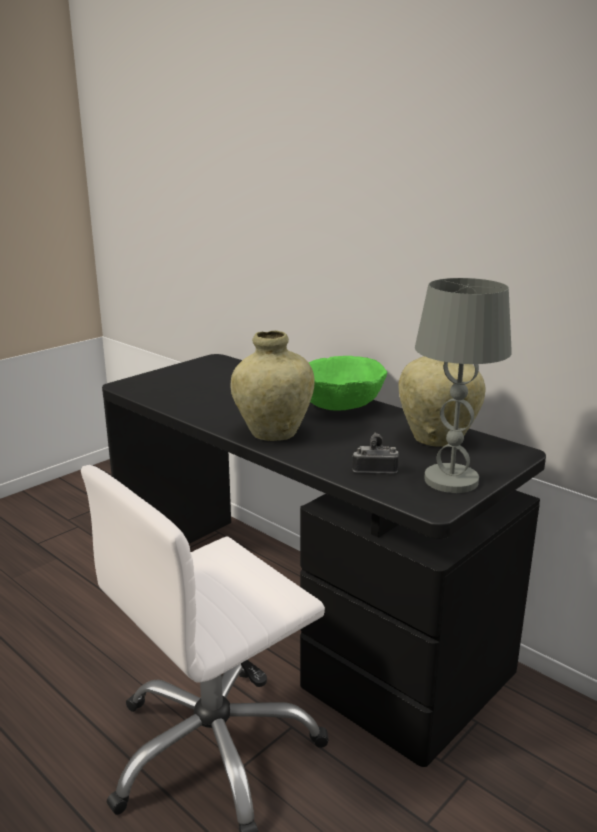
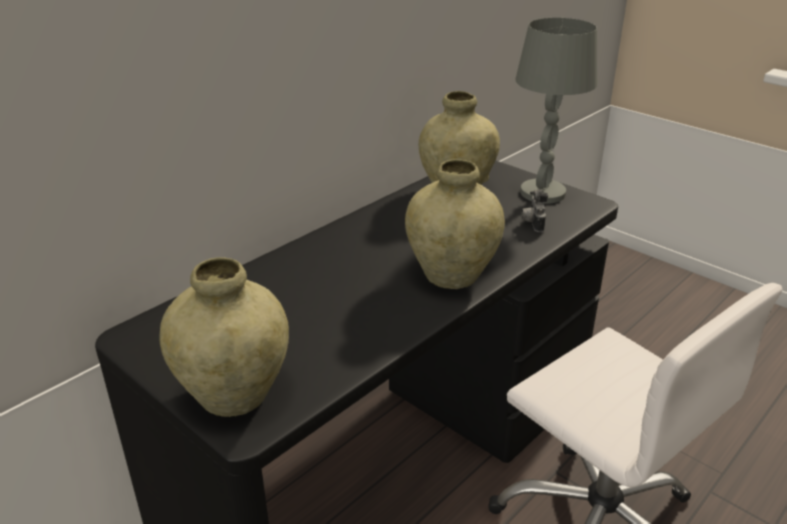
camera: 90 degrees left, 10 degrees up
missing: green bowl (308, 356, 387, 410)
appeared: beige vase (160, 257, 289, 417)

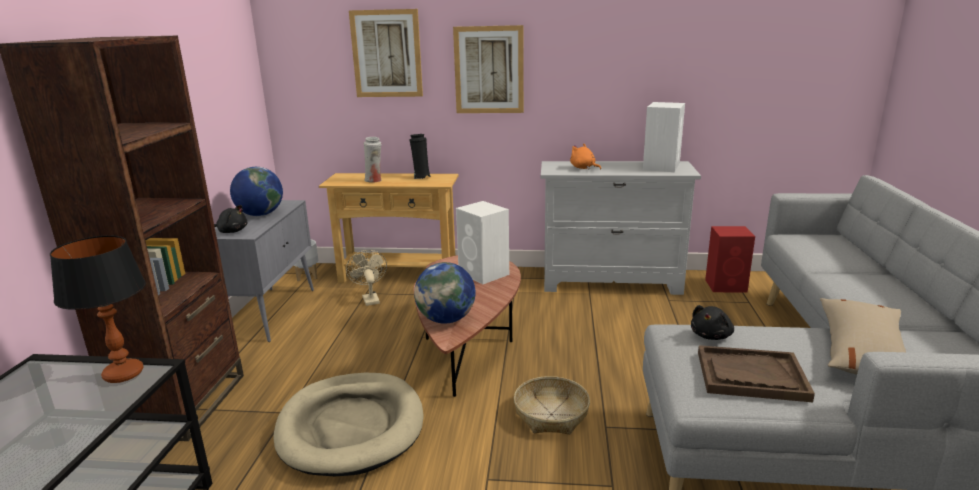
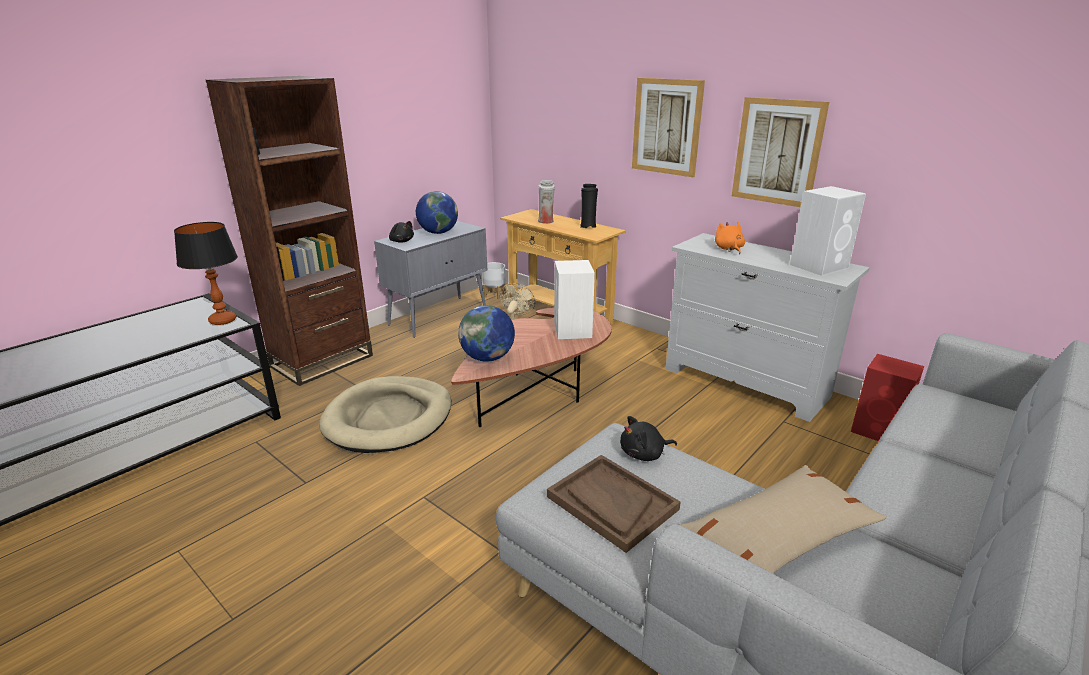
camera: 35 degrees right, 5 degrees up
missing: basket (514, 376, 590, 435)
relocated: picture (349, 9, 423, 97) to (732, 97, 829, 207)

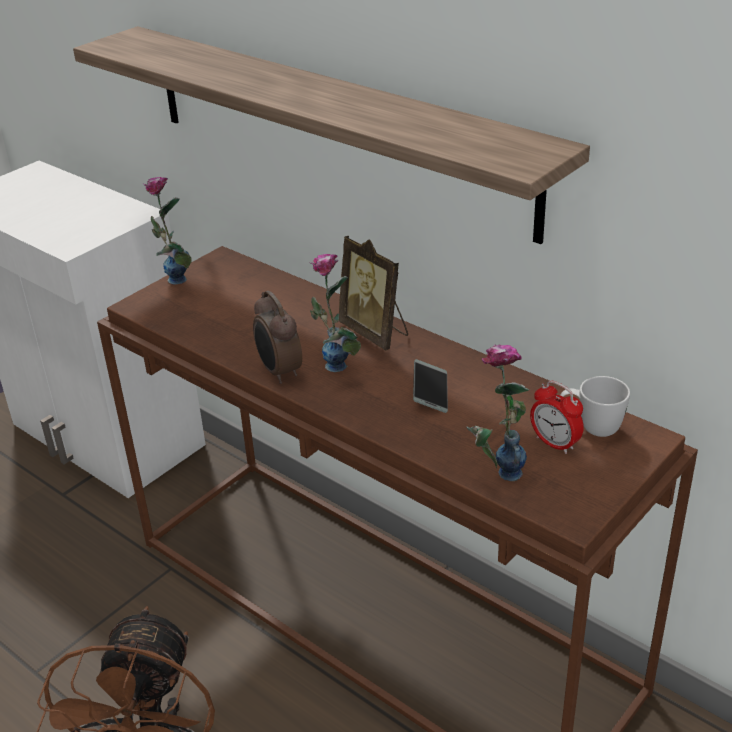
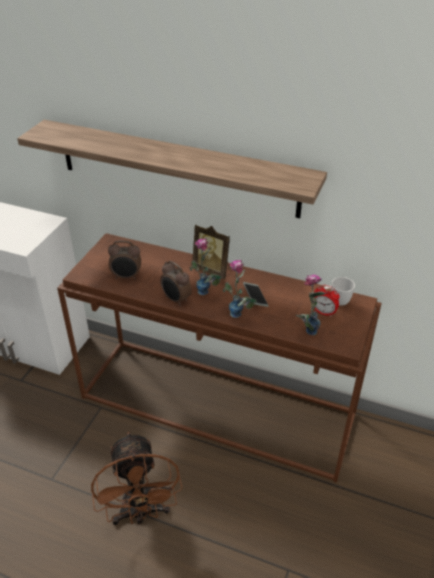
camera: 20 degrees left, 5 degrees up
appeared: alarm clock (108, 241, 141, 280)
relocated: vase (143, 177, 192, 285) to (223, 260, 257, 318)

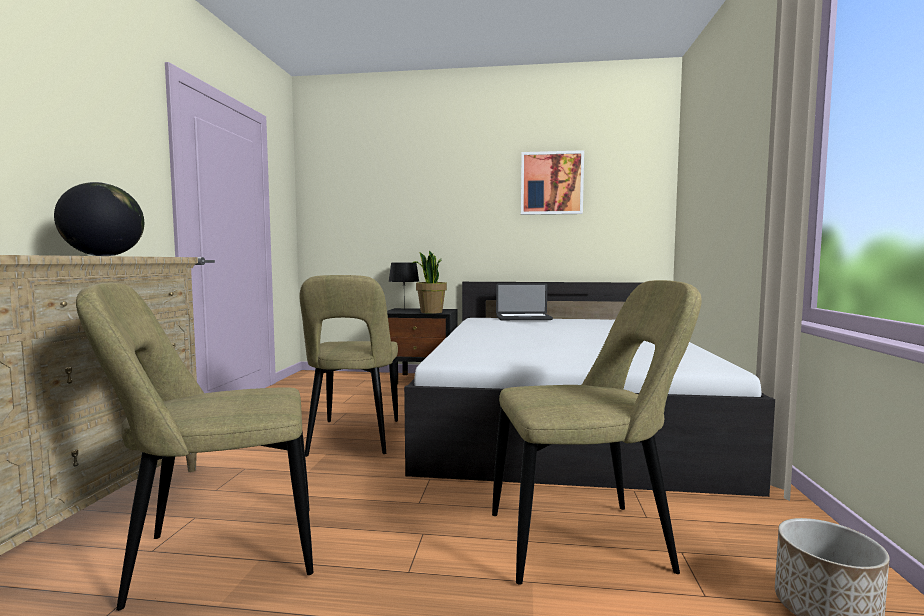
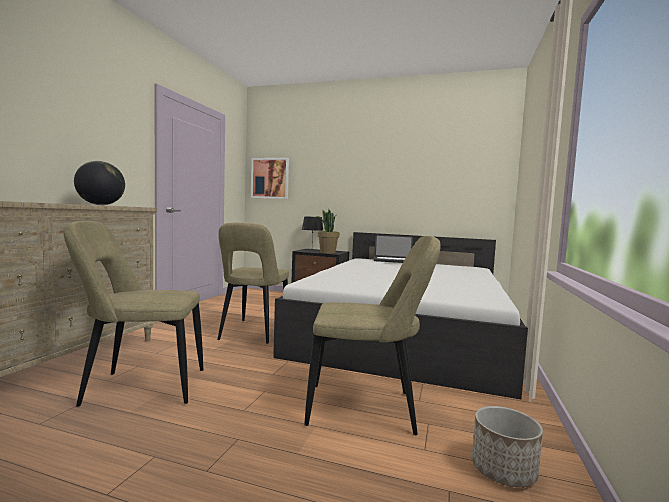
camera: 10 degrees right, 0 degrees up
relocated: picture (521, 150, 584, 215) to (251, 158, 289, 199)

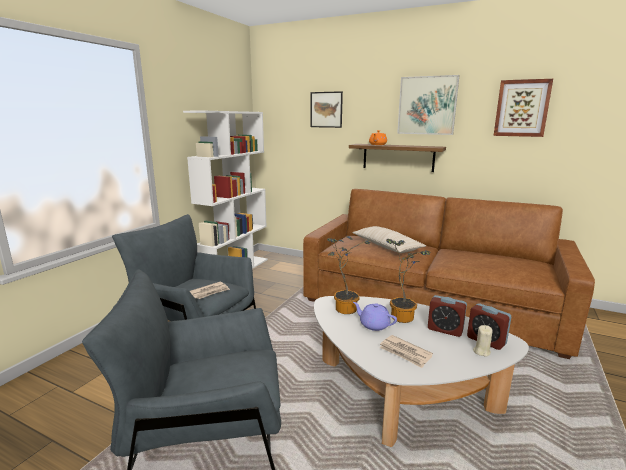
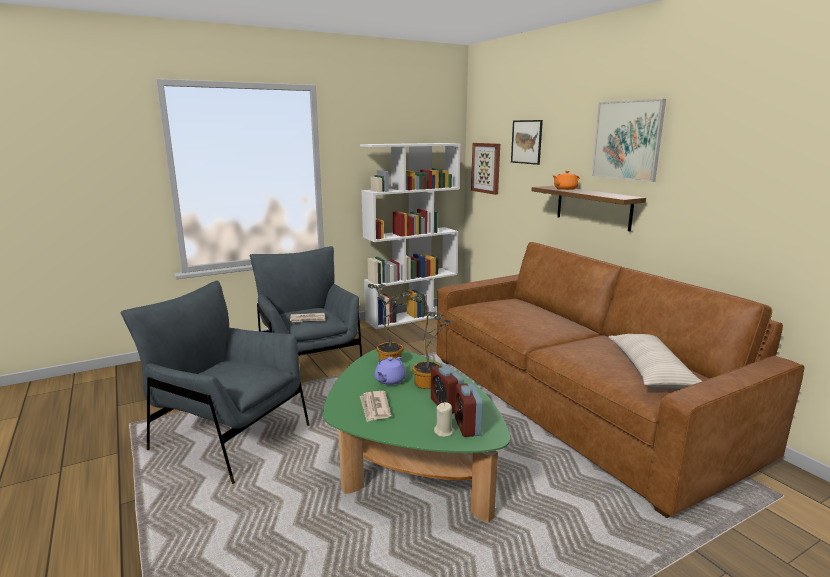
camera: 35 degrees right, 0 degrees up
relocated: beige pillow (352, 226, 426, 253) to (608, 334, 702, 389); picture (494, 79, 553, 137) to (471, 143, 500, 195)
colour: white coffee table (314, 296, 529, 447) to green coffee table (323, 349, 510, 522)
spun: purple teapot (353, 302, 397, 331) = (375, 357, 406, 385) 135 degrees counterclockwise

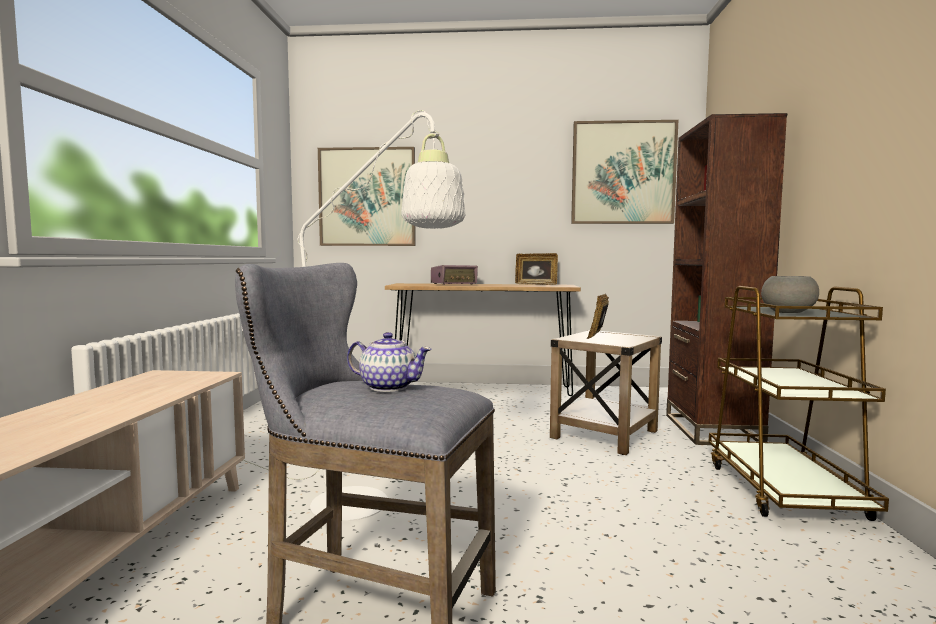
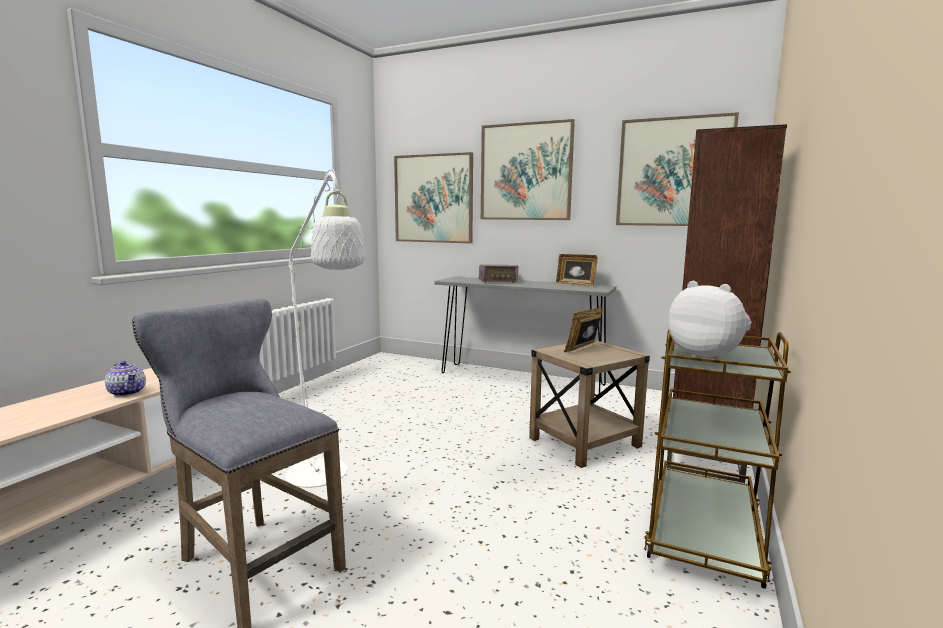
camera: 20 degrees right, 5 degrees up
appeared: picture (481, 119, 575, 220)
relocated: teapot (347, 332, 432, 392) to (105, 361, 146, 397)
exchanged: grey bowl (761, 276, 819, 313) to plush toy (668, 281, 752, 363)
colour: brown console table (385, 283, 581, 396) to grey console table (434, 276, 616, 396)

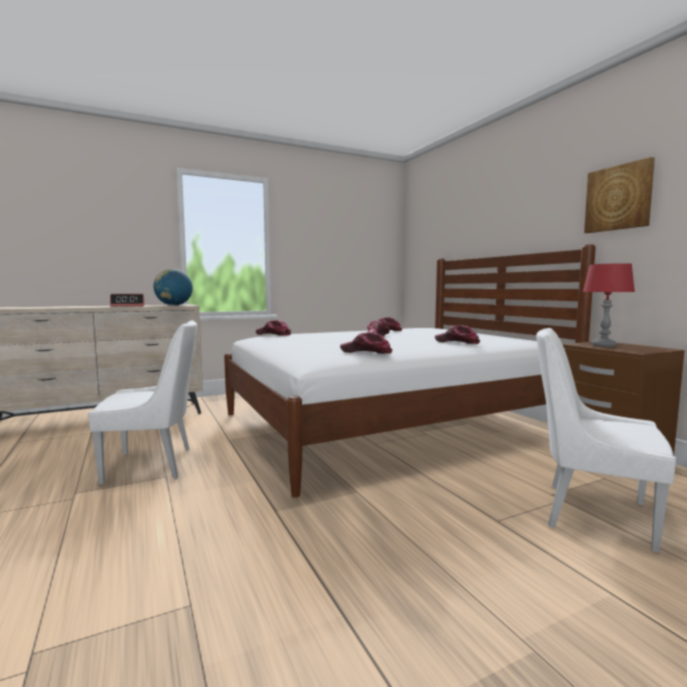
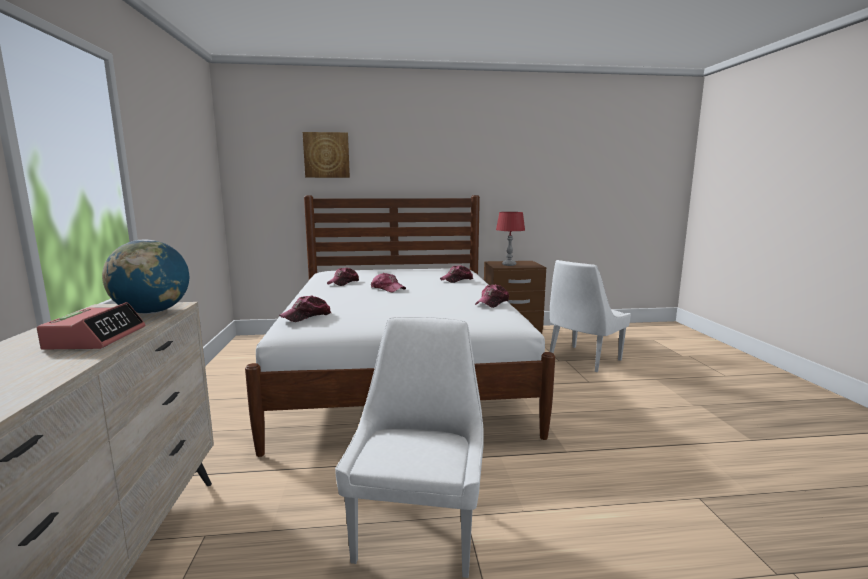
camera: 70 degrees left, 5 degrees up
relocated: picture (584, 157, 655, 233) to (303, 132, 350, 178)

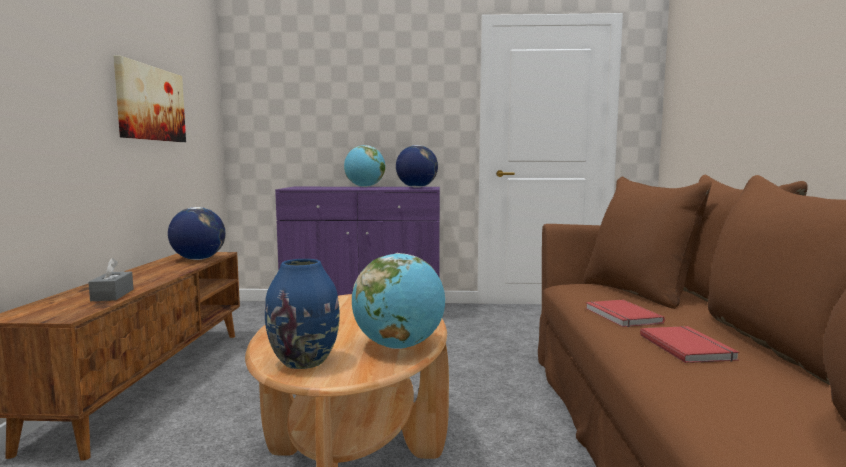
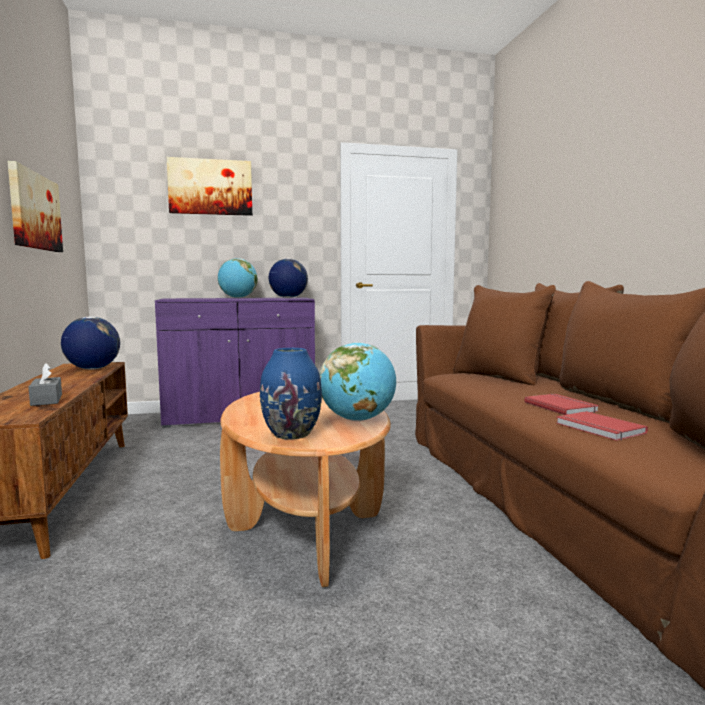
camera: 15 degrees left, 0 degrees up
appeared: picture (167, 157, 252, 216)
relocated: red book (585, 300, 665, 327) to (556, 411, 648, 441)

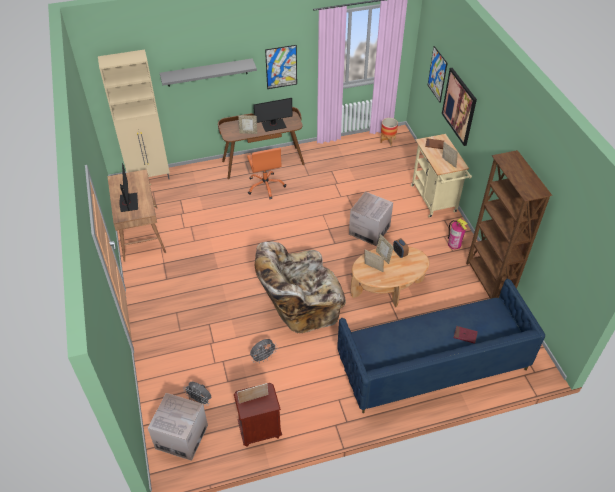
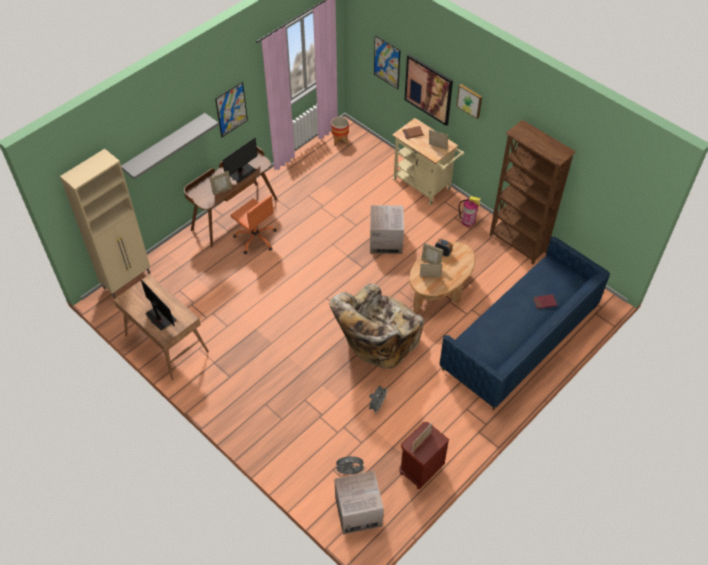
camera: 30 degrees left, 5 degrees up
appeared: picture (456, 84, 482, 119)

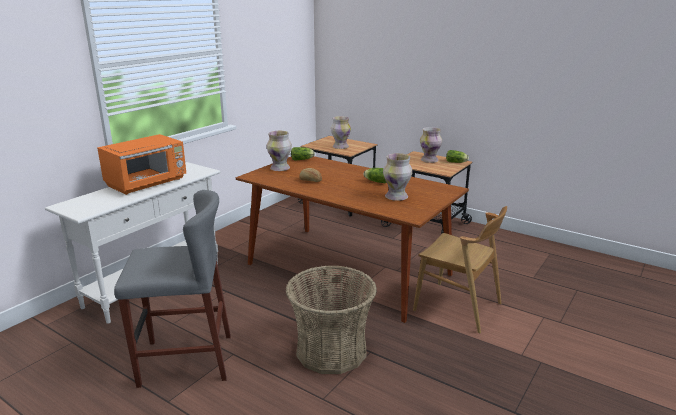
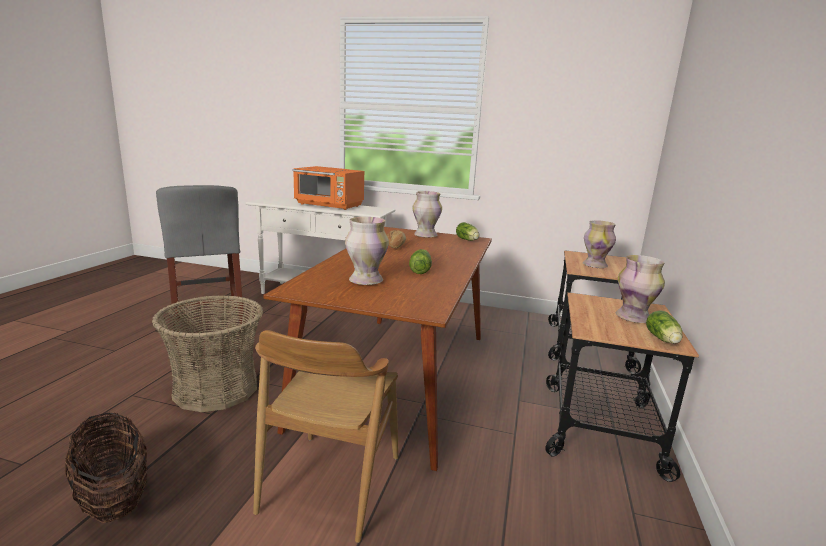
camera: 70 degrees right, 5 degrees down
appeared: basket (65, 413, 148, 523)

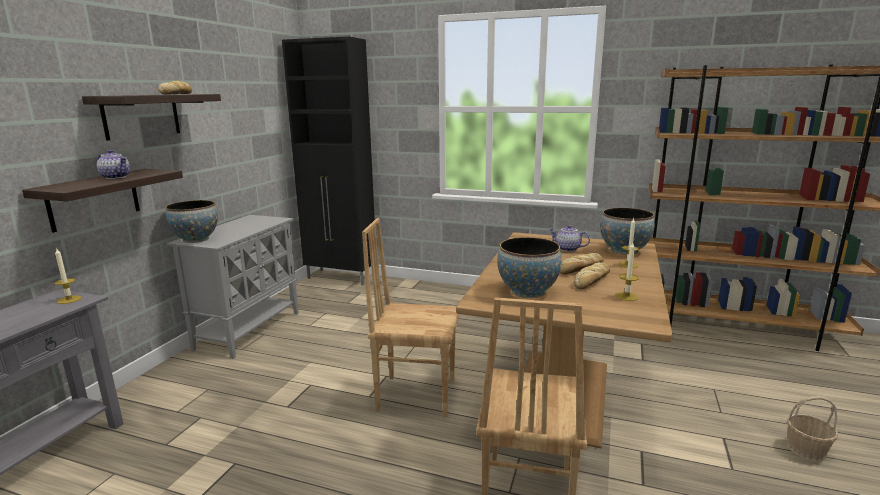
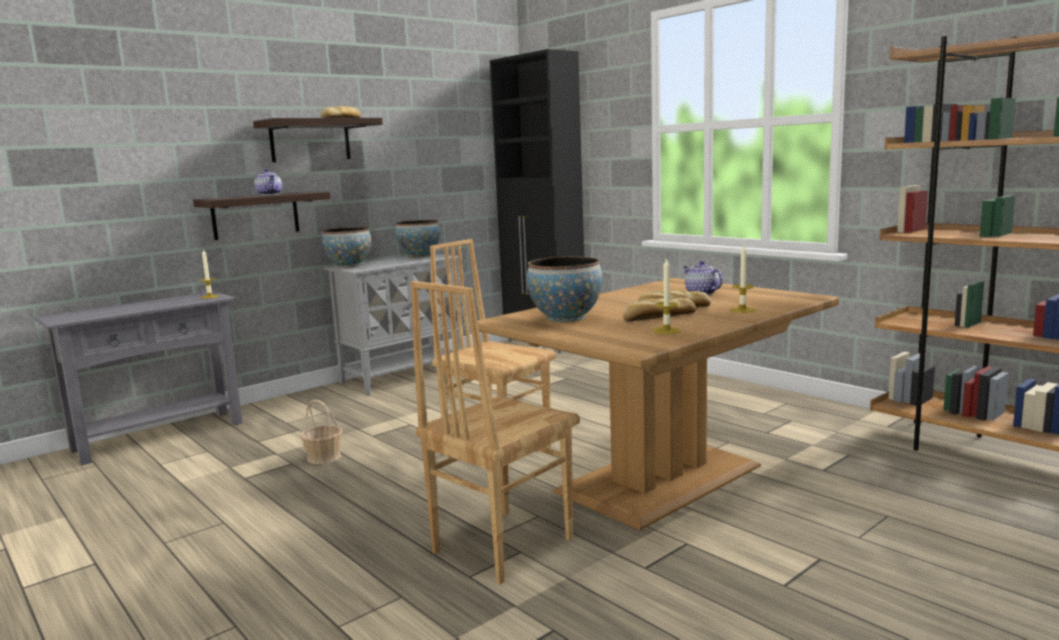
camera: 30 degrees right, 5 degrees down
relocated: bowl (600, 208, 655, 255) to (395, 220, 440, 258); basket (787, 396, 838, 461) to (300, 400, 343, 464)

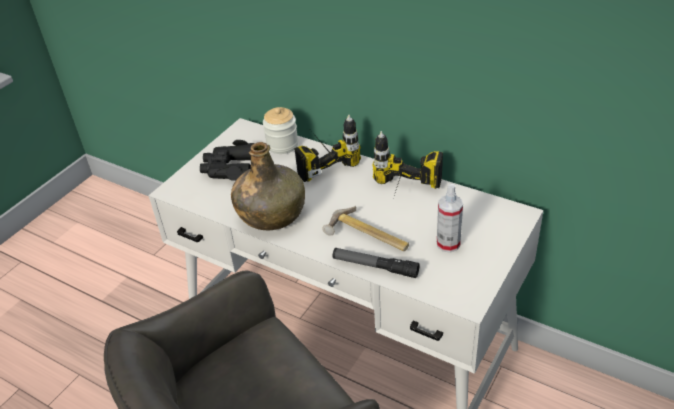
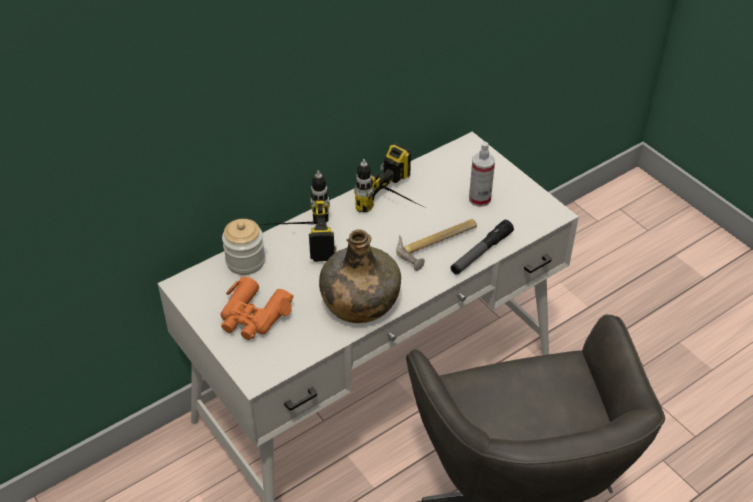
camera: 70 degrees left, 5 degrees up
colour: black binoculars (200, 140, 254, 181) to orange binoculars (221, 277, 294, 340)

